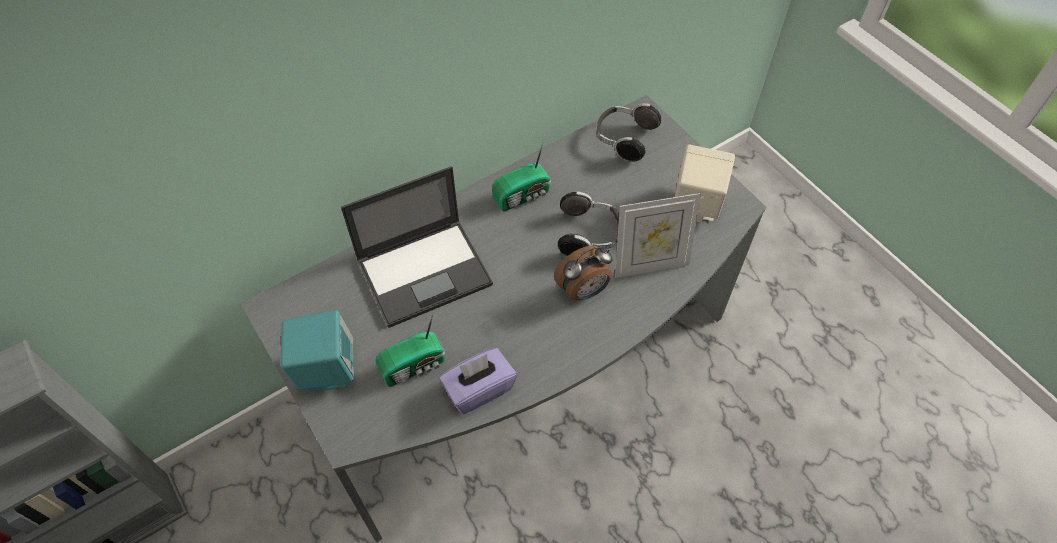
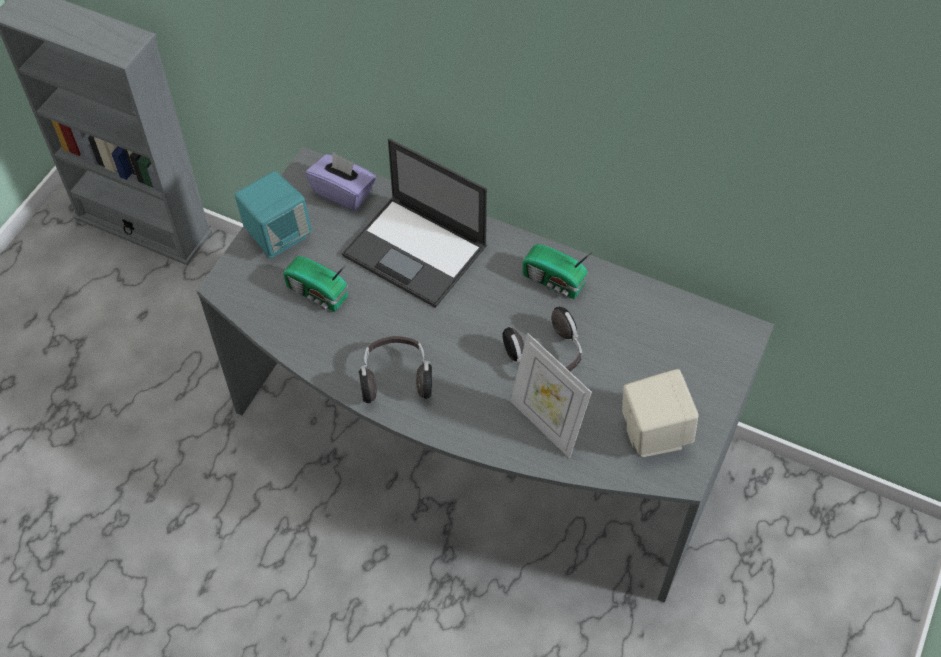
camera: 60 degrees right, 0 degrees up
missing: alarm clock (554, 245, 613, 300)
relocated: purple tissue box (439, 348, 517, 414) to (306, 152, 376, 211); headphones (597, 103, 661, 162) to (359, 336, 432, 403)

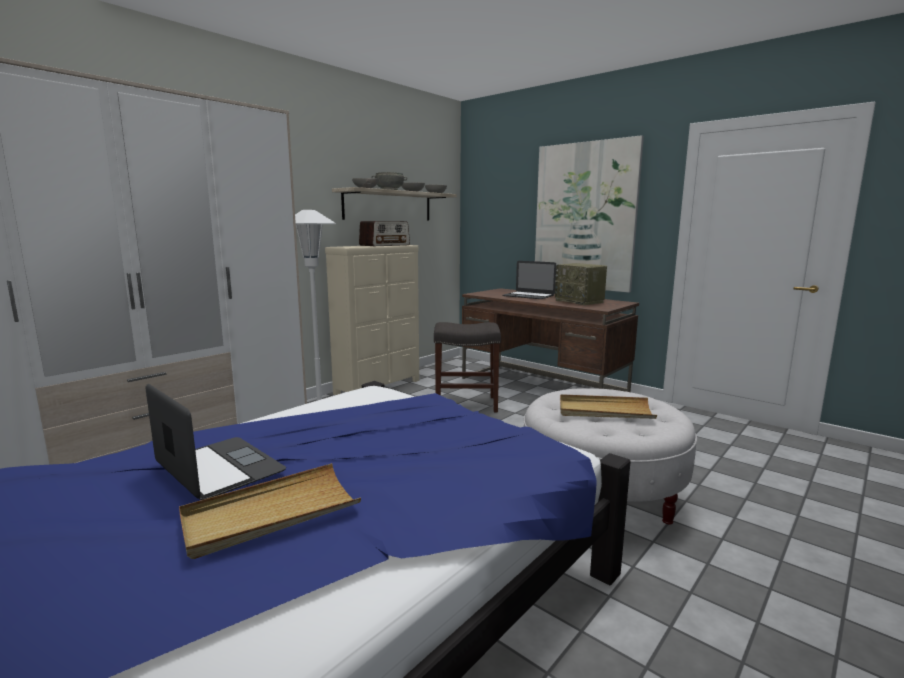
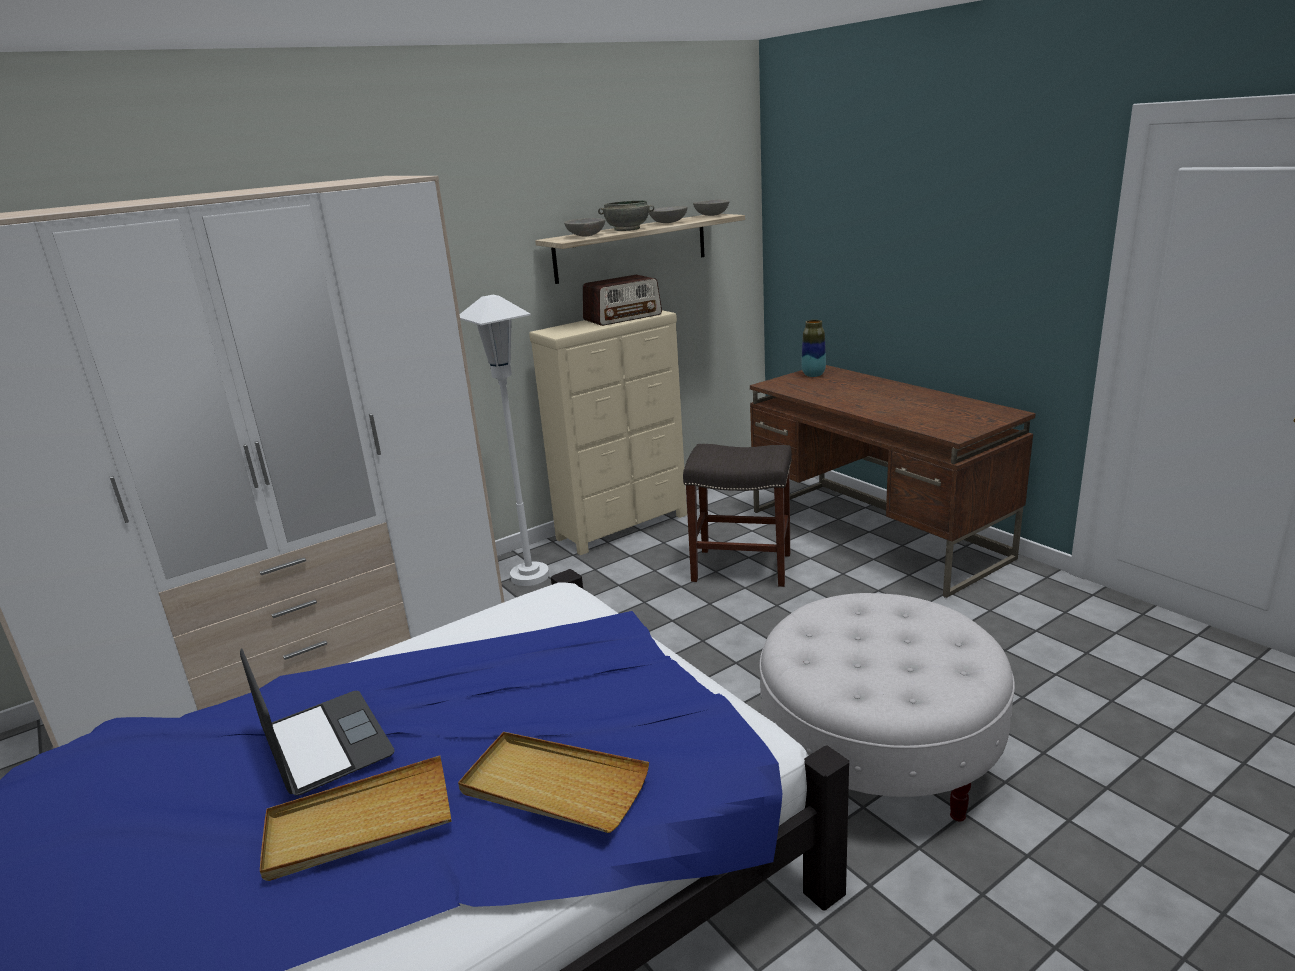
camera: 15 degrees right, 10 degrees up
missing: laptop (503, 261, 556, 299); picture (535, 135, 644, 293); radio (555, 263, 607, 305)
appeared: vase (801, 320, 826, 377)
relocated: beige tray (560, 394, 657, 419) to (458, 732, 649, 833)

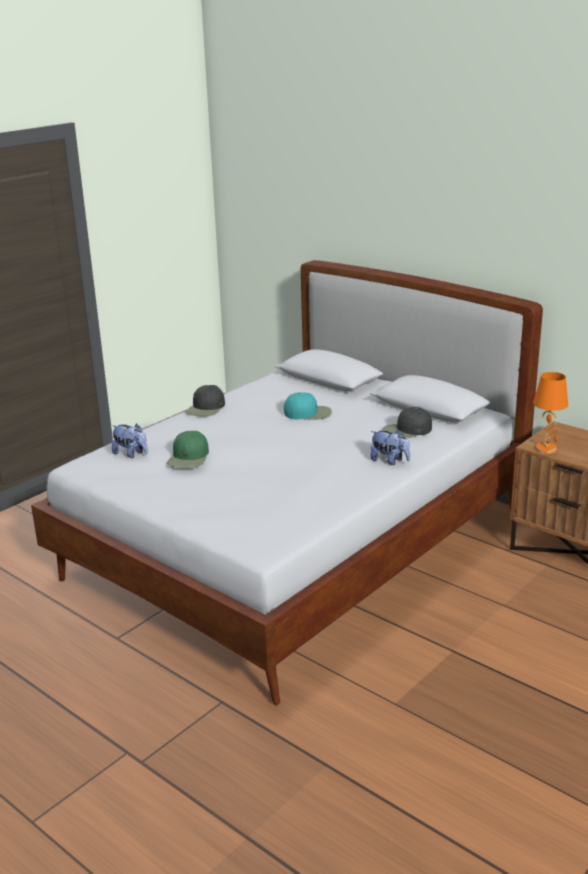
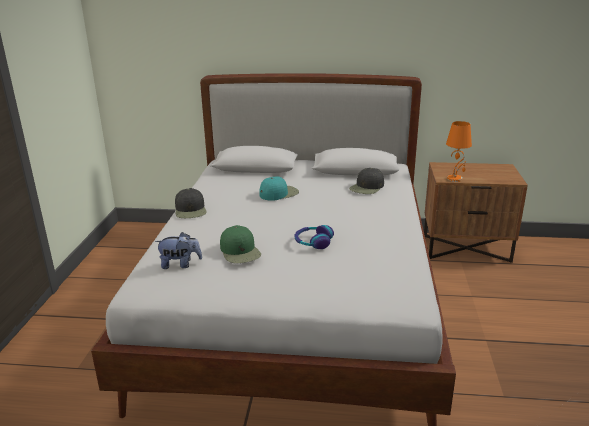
camera: 35 degrees left, 0 degrees up
missing: plush toy (370, 430, 410, 465)
appeared: headphones (295, 225, 334, 249)

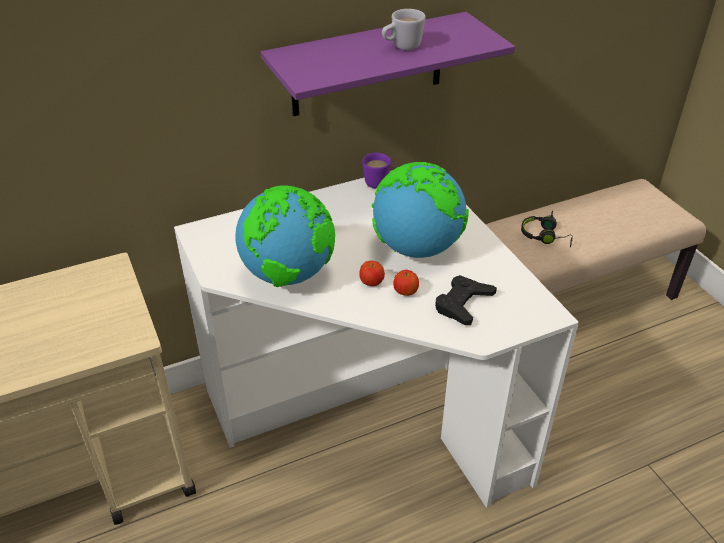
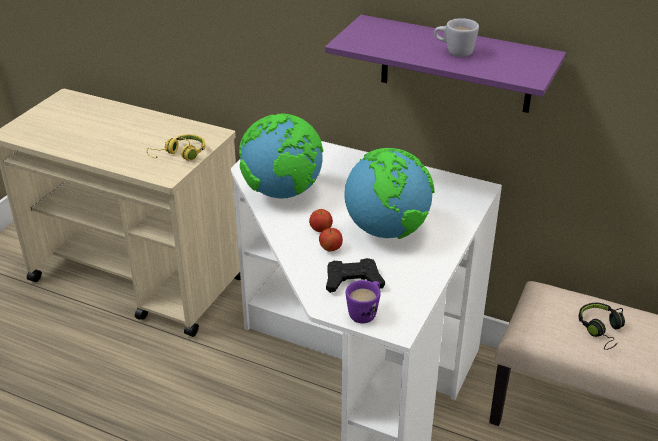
camera: 50 degrees right, 5 degrees down
appeared: yellow headphones (147, 134, 205, 161)
relocated: purple mug (362, 153, 391, 188) to (346, 280, 381, 323)

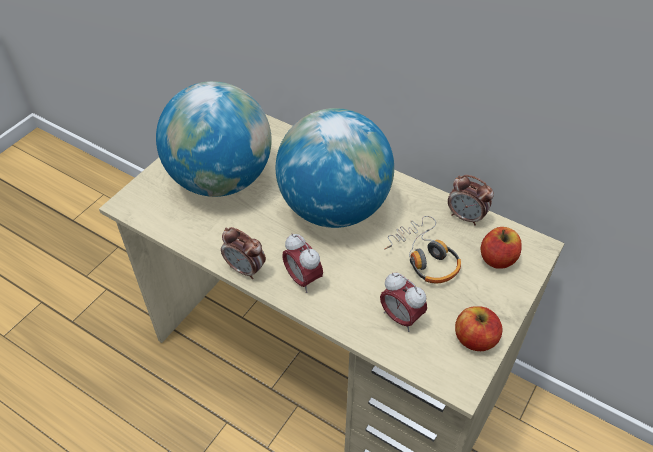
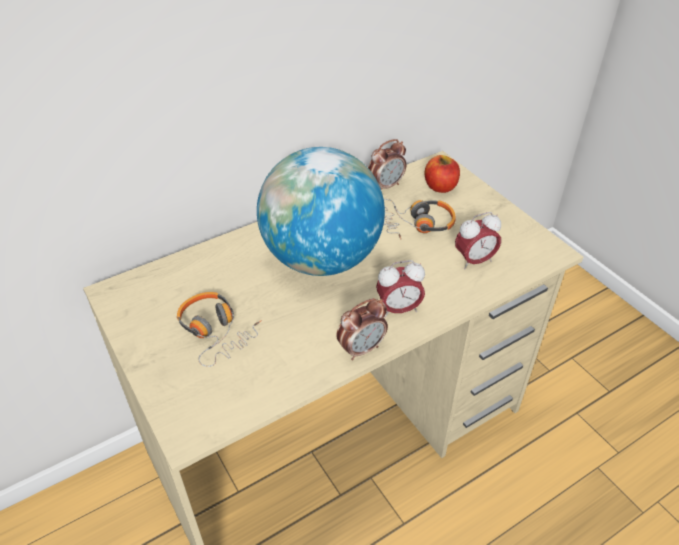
camera: 65 degrees left, 5 degrees down
missing: apple (455, 306, 503, 351)
exchanged: globe (156, 81, 272, 197) to headphones (177, 292, 262, 367)

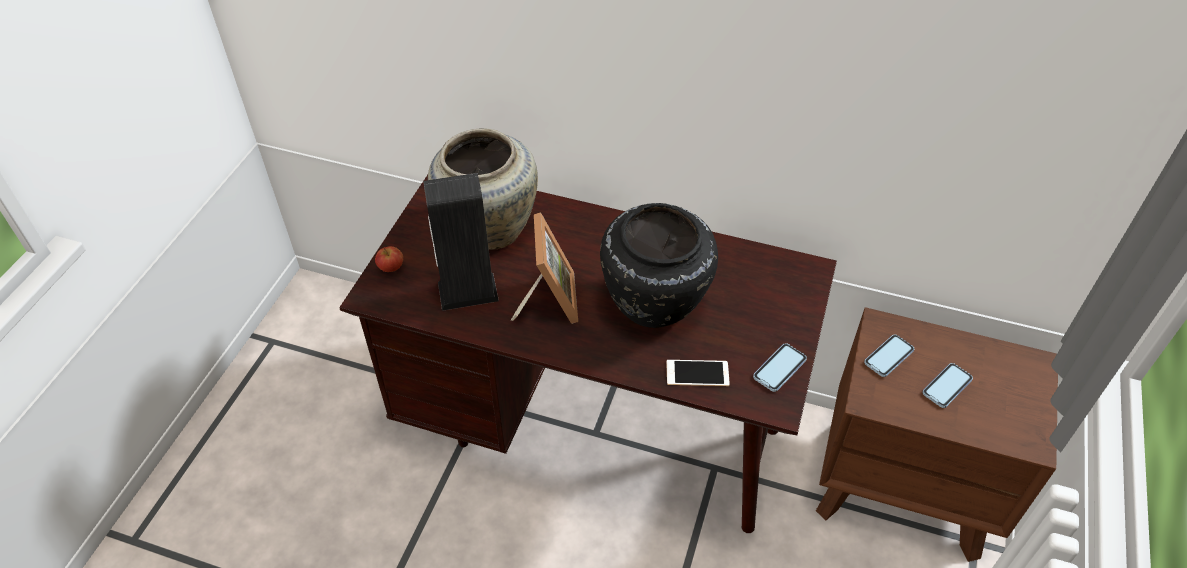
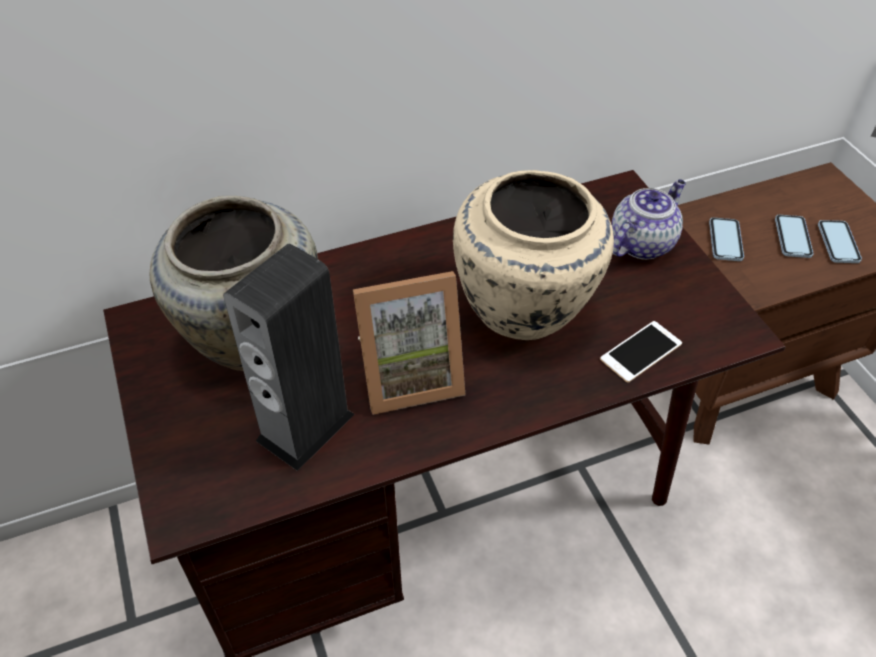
camera: 40 degrees left, 0 degrees up
missing: apple (375, 246, 403, 272)
appeared: teapot (612, 179, 686, 260)
relocated: phone (753, 343, 807, 392) to (818, 220, 862, 263)
colour: black vase (600, 203, 718, 328) to beige vase (453, 170, 614, 340)
spun: picture frame (511, 212, 578, 324) = (353, 271, 466, 415) 120 degrees clockwise

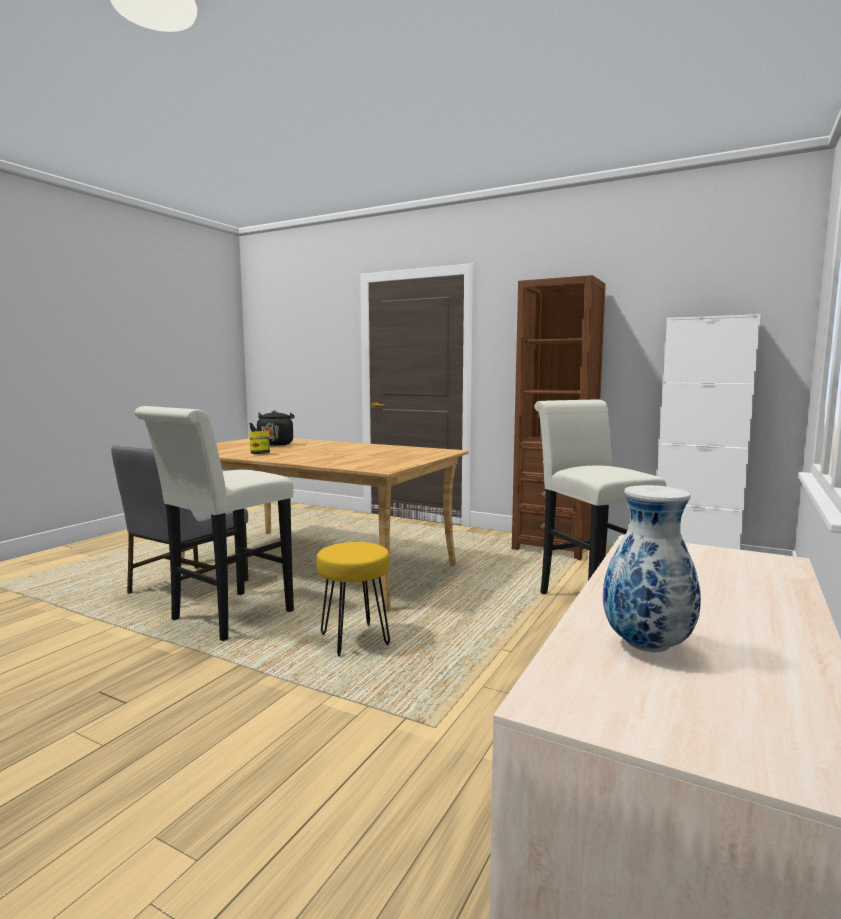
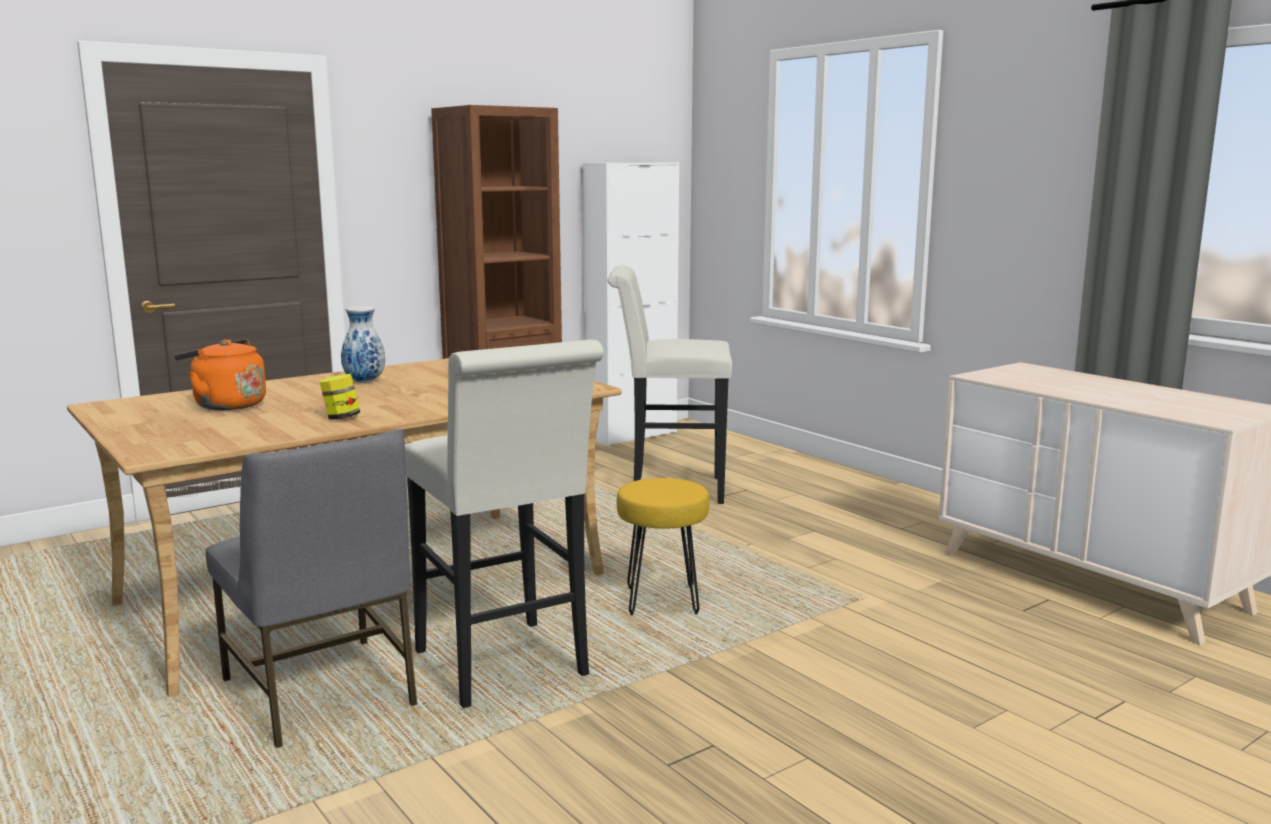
camera: 65 degrees left, 5 degrees up
relocated: vase (603, 485, 701, 652) to (341, 306, 385, 383)
colour: black kettle (249, 410, 295, 446) to orange kettle (174, 339, 266, 410)

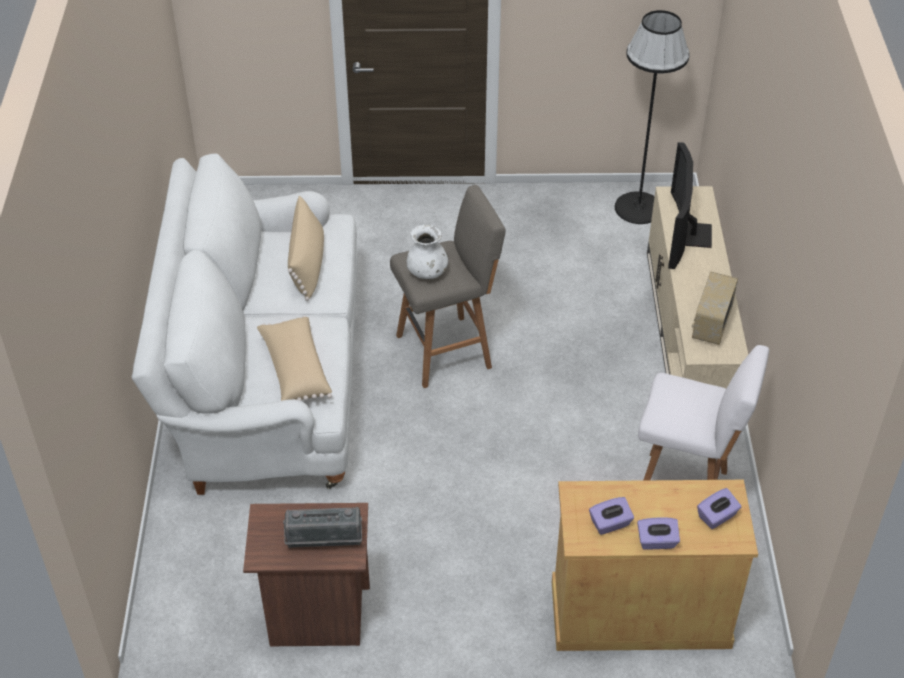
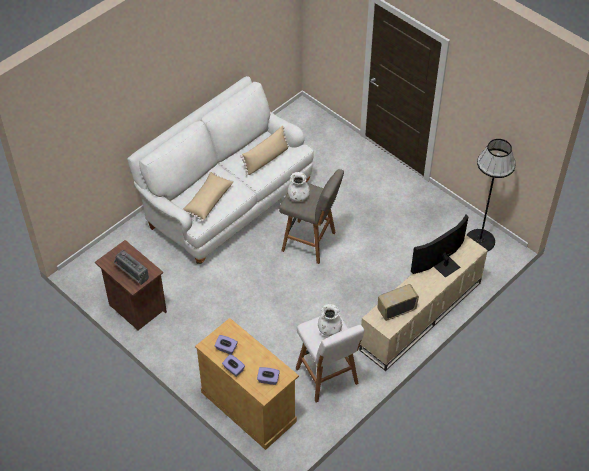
camera: 45 degrees right, 5 degrees up
appeared: white vase (318, 304, 342, 336)

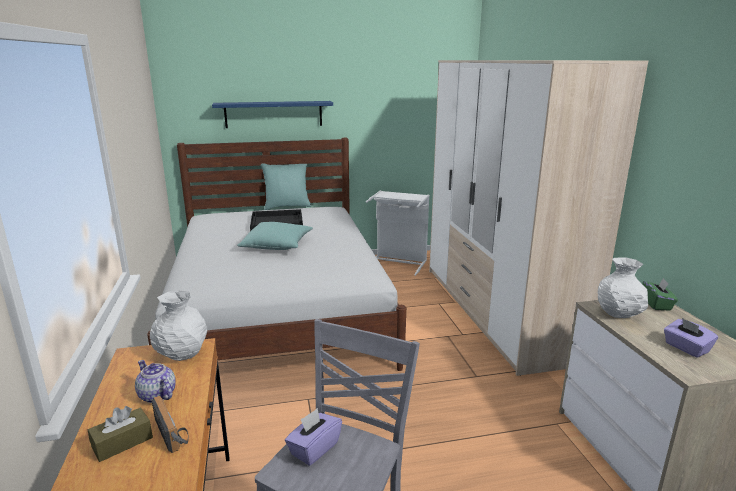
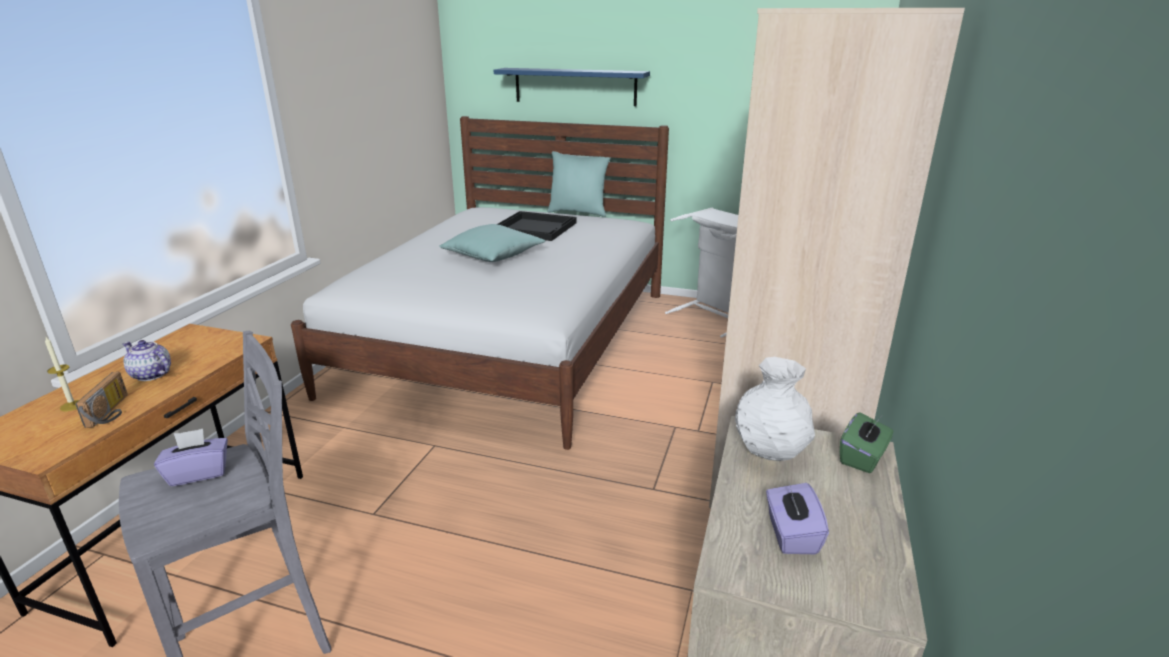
camera: 30 degrees right, 5 degrees up
missing: white vase (150, 290, 207, 361)
exchanged: brown tissue box (88, 406, 153, 462) to candle (45, 337, 79, 411)
spun: teapot (135, 360, 176, 403) = (123, 340, 171, 381) 45 degrees counterclockwise

